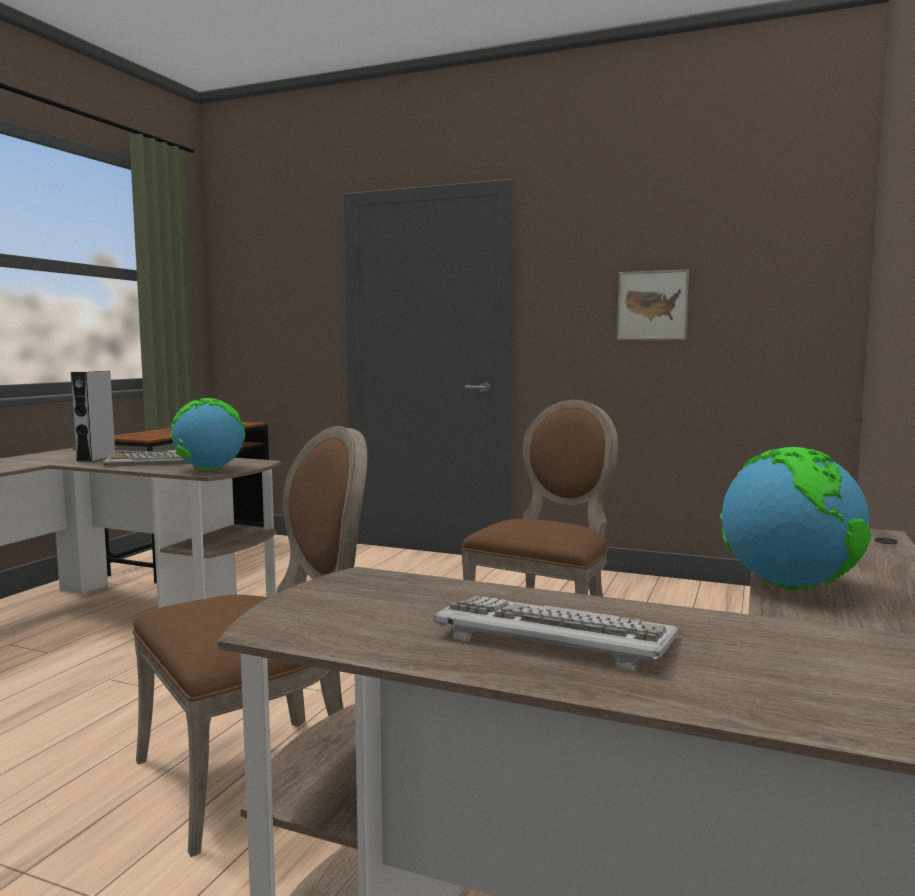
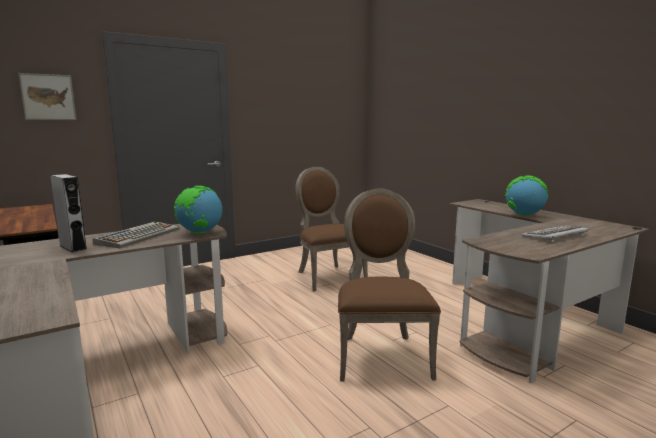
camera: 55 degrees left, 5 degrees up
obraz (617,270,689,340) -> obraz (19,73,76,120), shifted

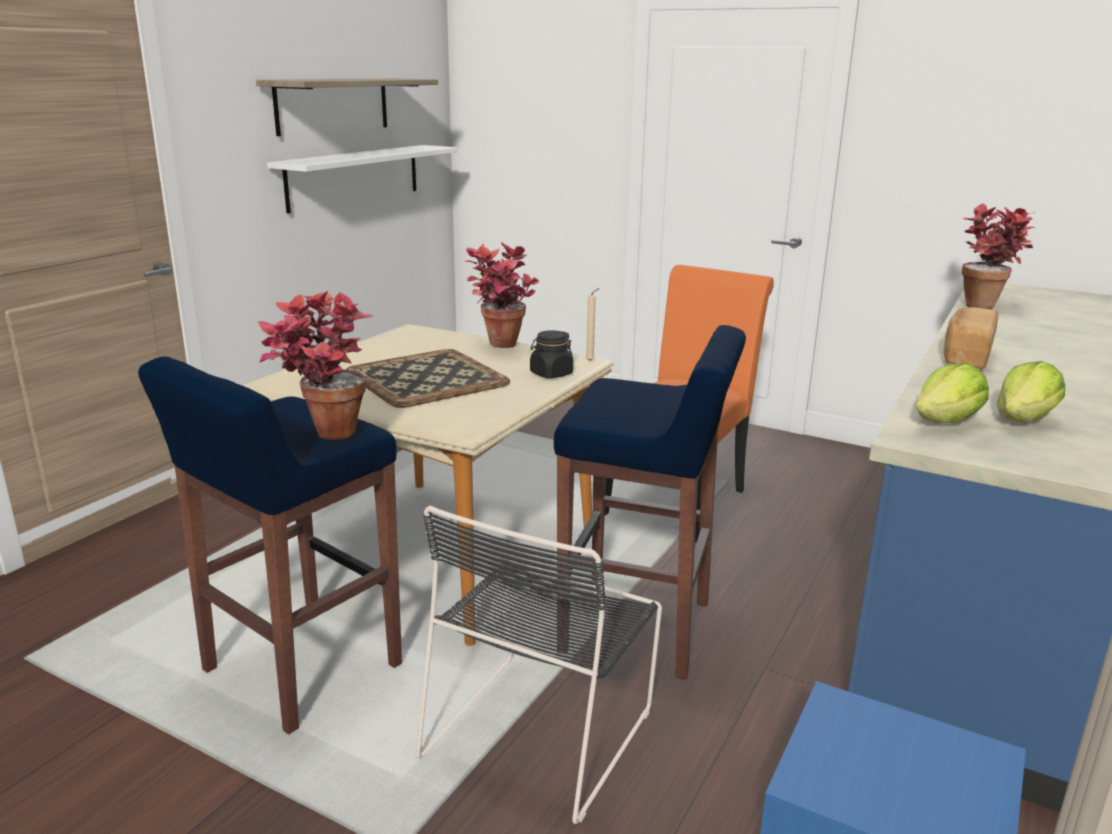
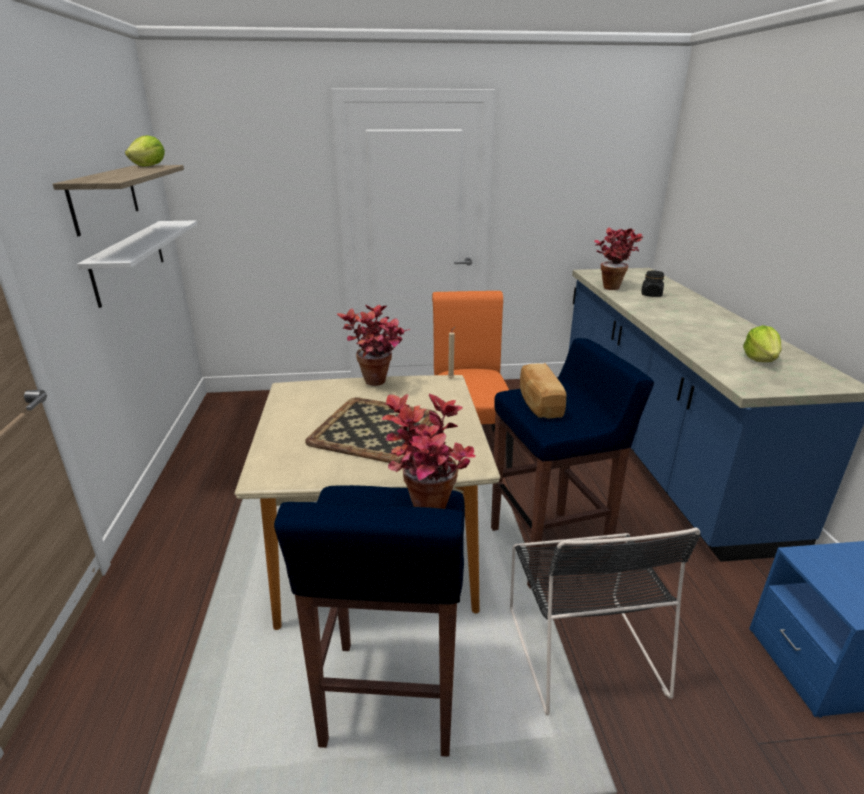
camera: 35 degrees left, 5 degrees up
chleb (944,307,999,371) -> chleb (520,363,566,418), shifted
słoik [czarny] (530,330,573,378) -> słoik [czarny] (642,270,664,297), shifted
sałata (916,363,989,423) -> sałata (125,135,165,166), shifted

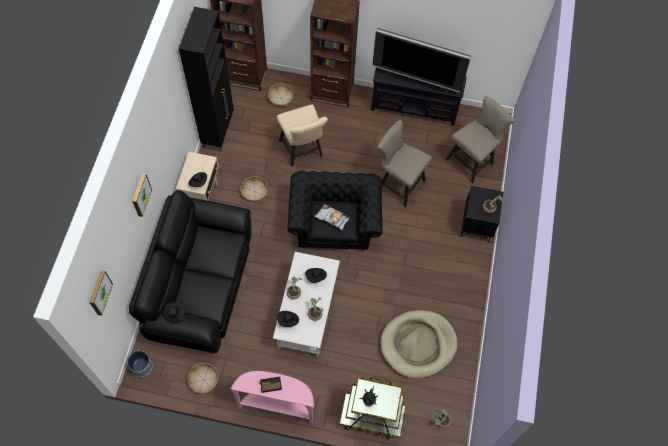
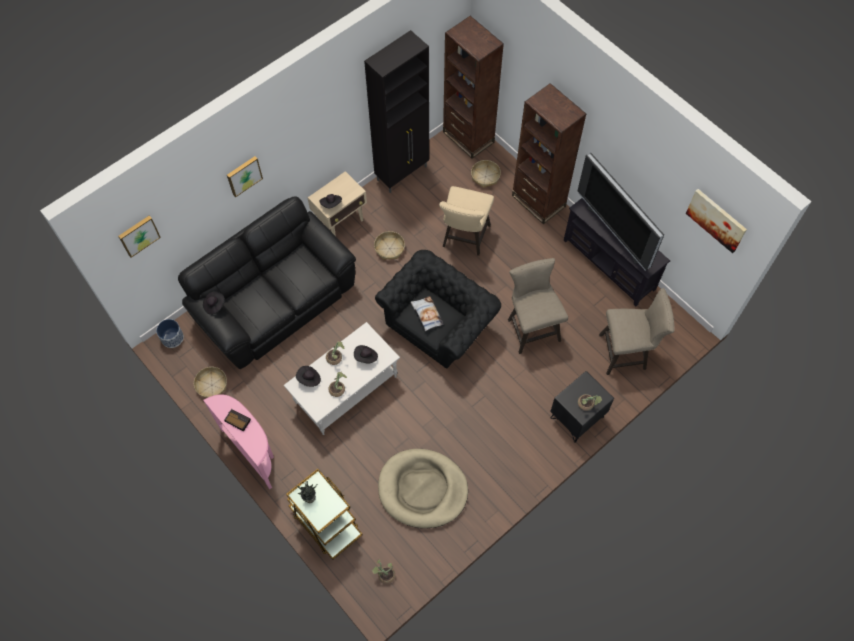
camera: 40 degrees right, 0 degrees up
none -> obraz (686,189,747,253)

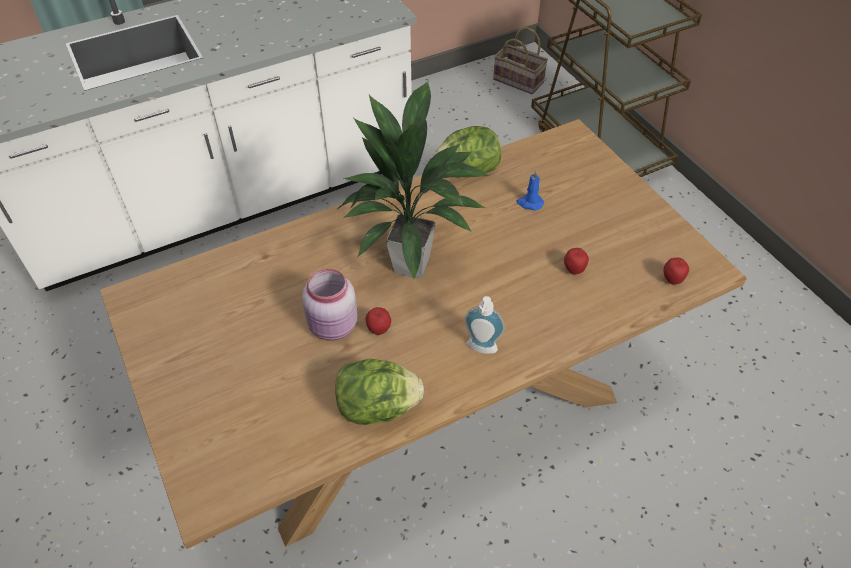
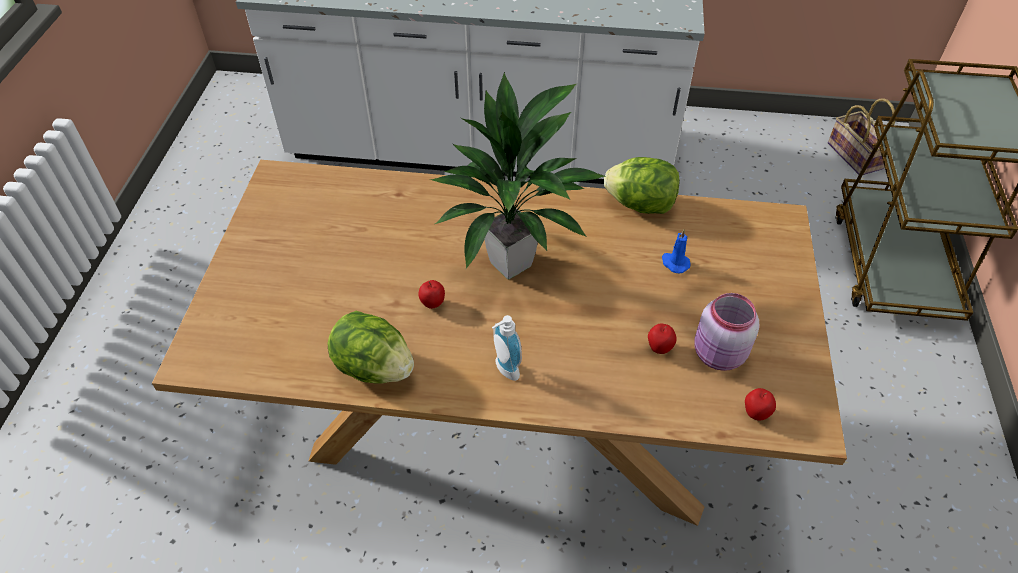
camera: 35 degrees right, 0 degrees up
słoik [różowy] (302,269,358,341) -> słoik [różowy] (694,293,760,371), shifted

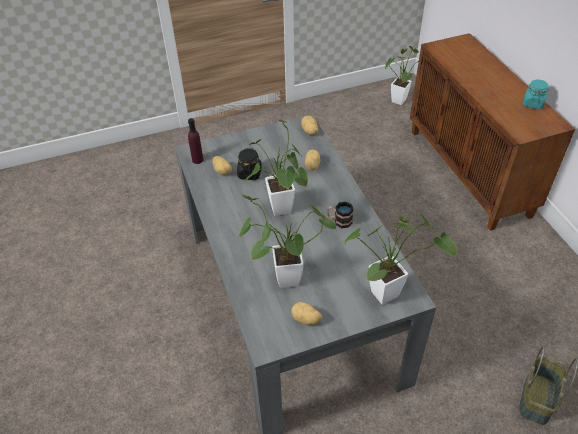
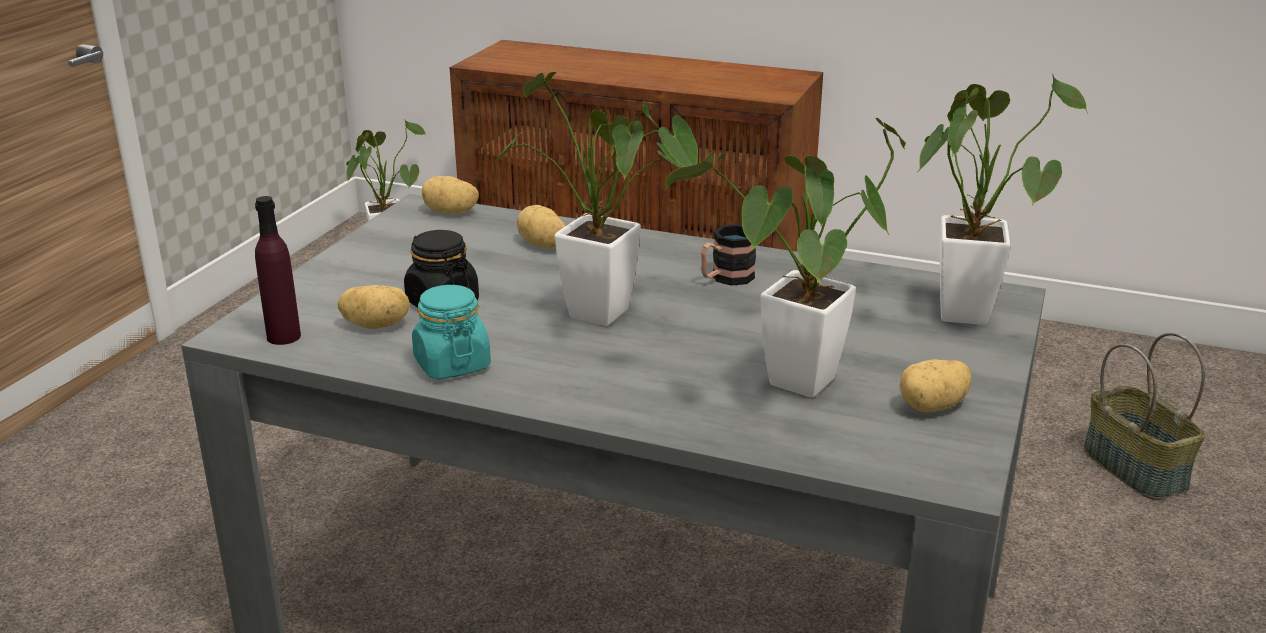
camera: 50 degrees left, 20 degrees down
słoik [turkusowy] (523,79,548,109) -> słoik [turkusowy] (412,285,491,379), shifted

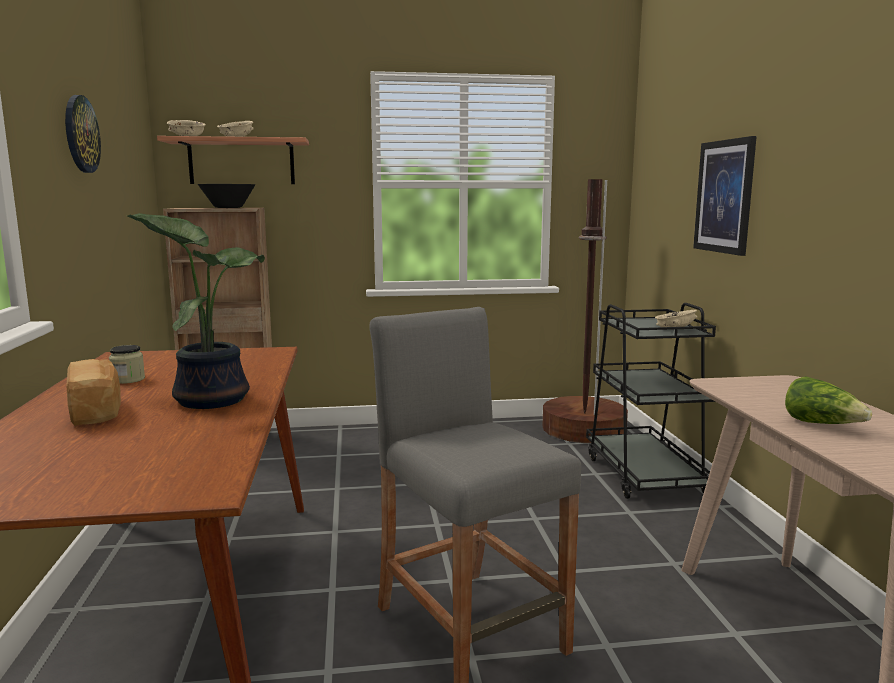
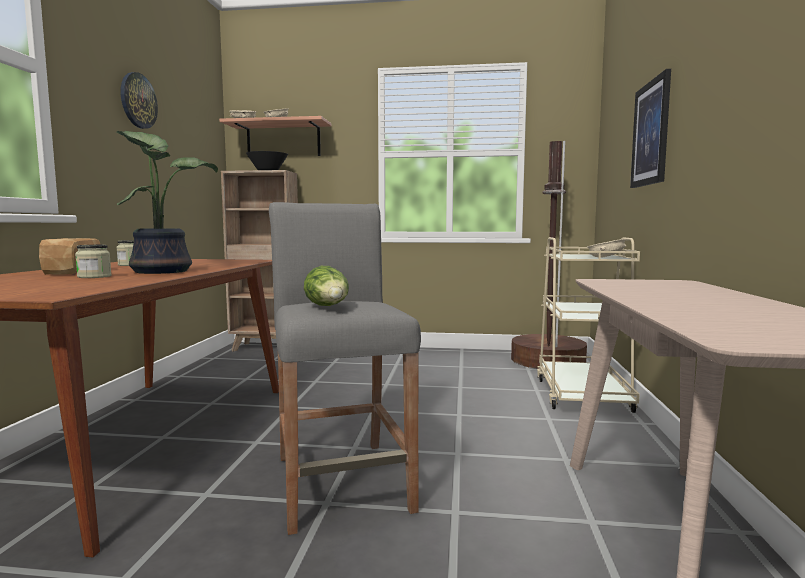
camera: 15 degrees right, 5 degrees down
wózek [czarny] (586,303,716,499) -> wózek [beżowy] (537,237,640,413)
sałata (785,376,872,424) -> sałata (304,266,349,306), shifted
none -> słoik (75,245,112,278)

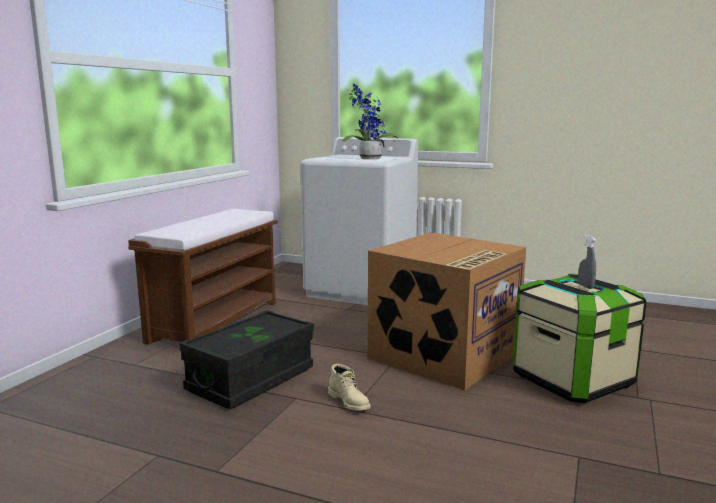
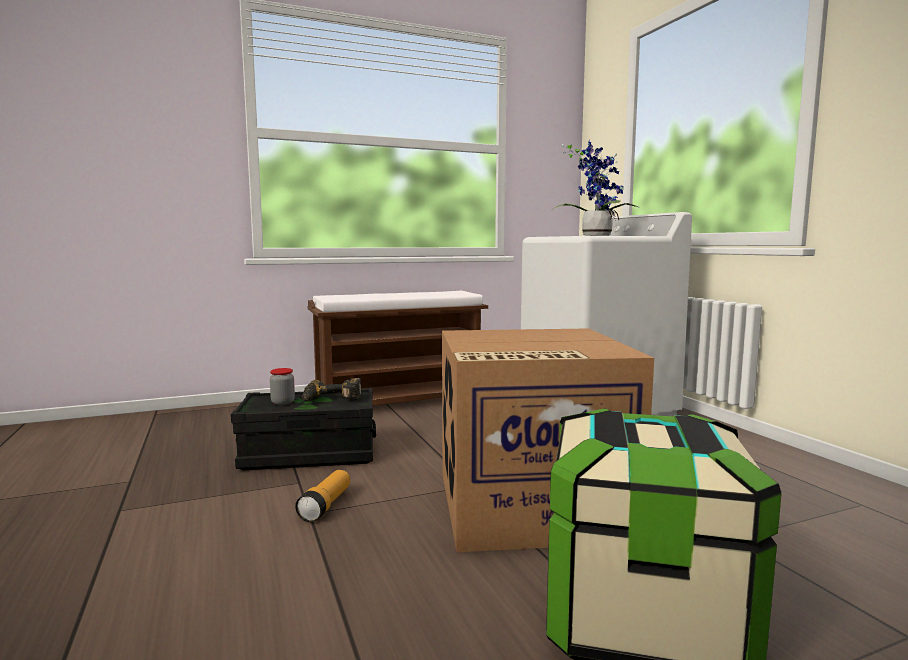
camera: 45 degrees right, 5 degrees down
spryskiwacz [szary] (578,235,596,289) -> none
but z cholewką [beżowy] (328,364,370,411) -> latarka (295,470,350,522)
none -> słoik (270,368,295,405)
none -> wiertarka (302,378,361,401)

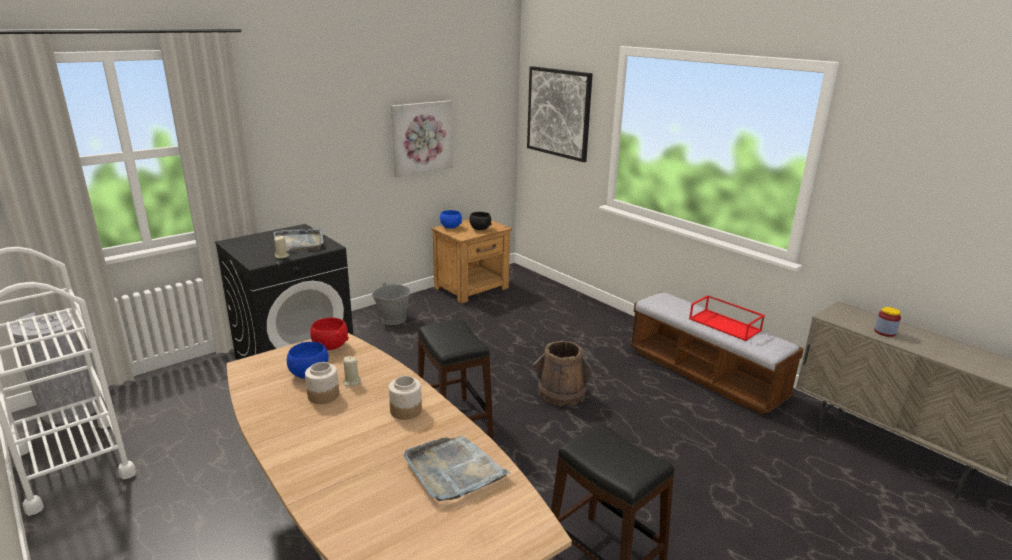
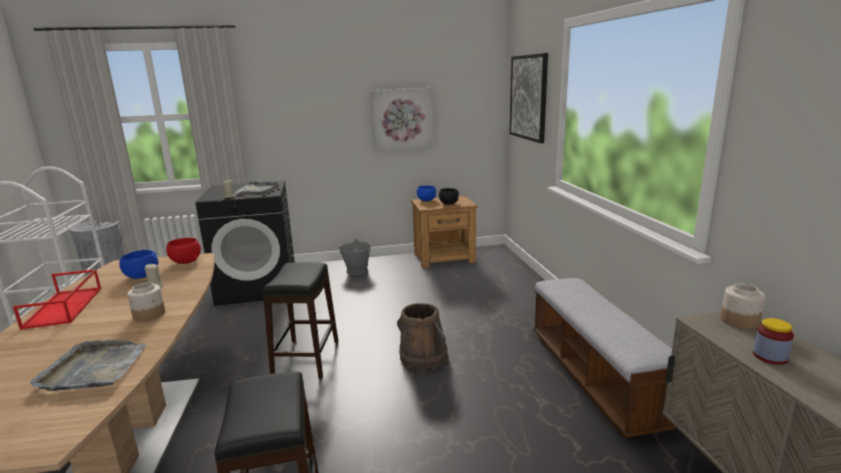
camera: 30 degrees right, 5 degrees down
taca [czerwony] (689,295,765,341) -> taca [czerwony] (13,269,101,330), shifted
słoik (305,362,339,404) -> słoik (721,283,765,329), shifted

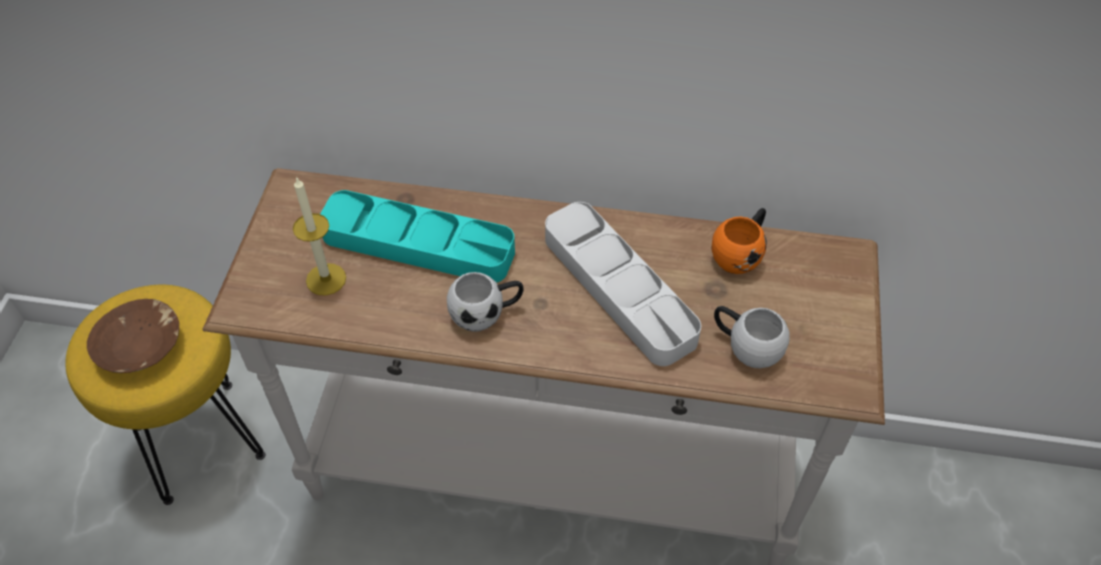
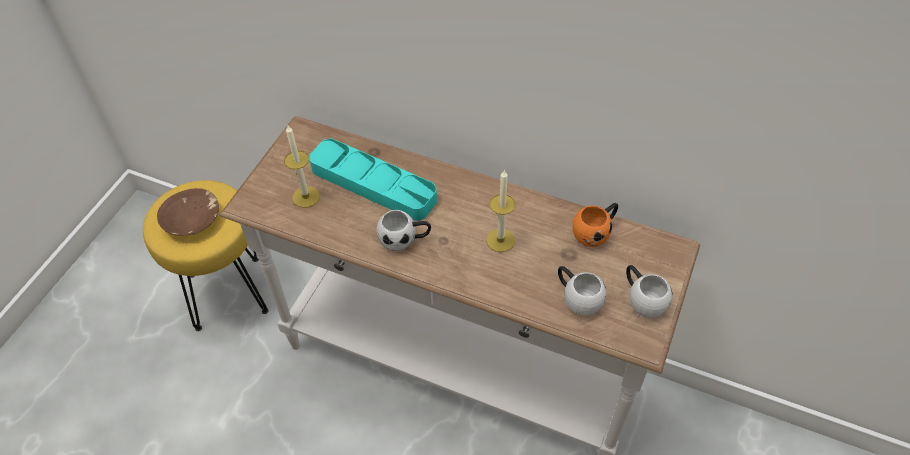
camera: 15 degrees right, 0 degrees up
taca [szary] (545,202,701,366) -> świeca (486,170,516,252)
none -> kubek [biały] (626,265,673,318)

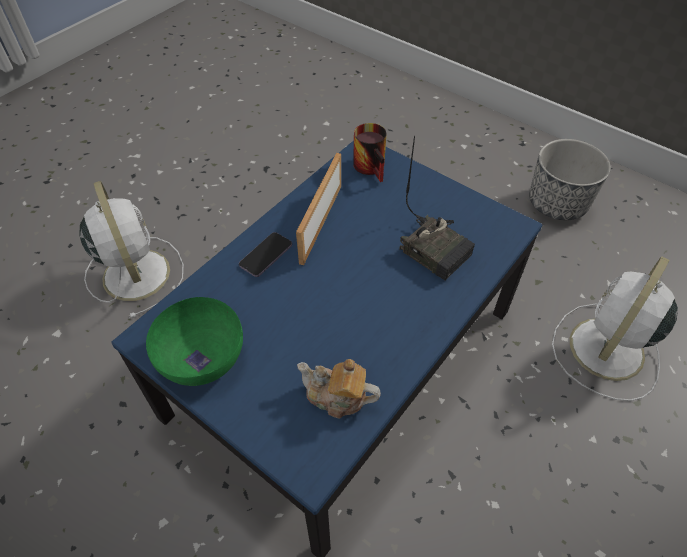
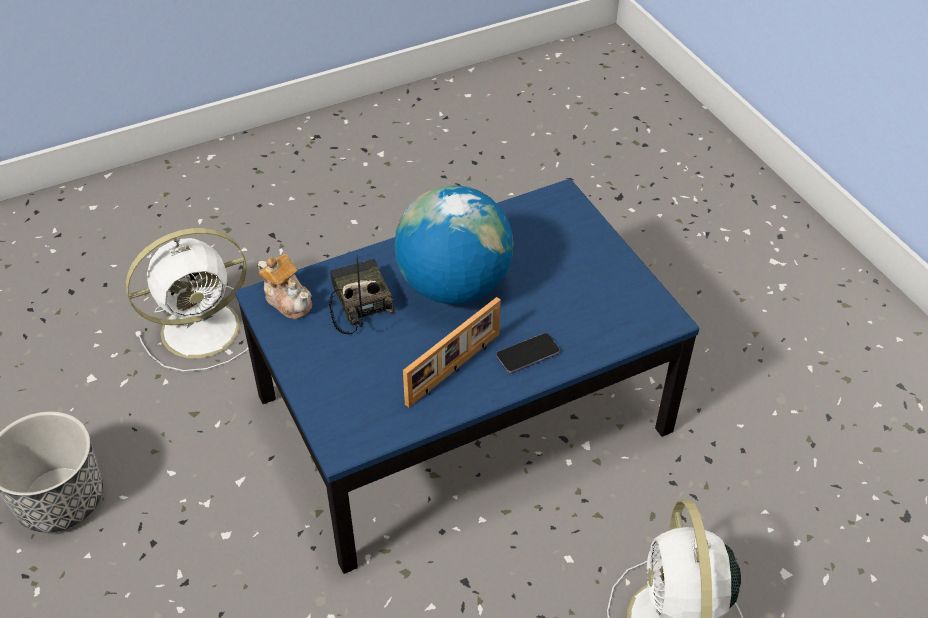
camera: 155 degrees left, 5 degrees down
kubek (353,123,386,182) -> none
miska [zielony] (146,297,243,386) -> none
imbryk (297,359,381,419) -> imbryk (258,254,312,319), shifted
none -> globus (394,185,513,304)

